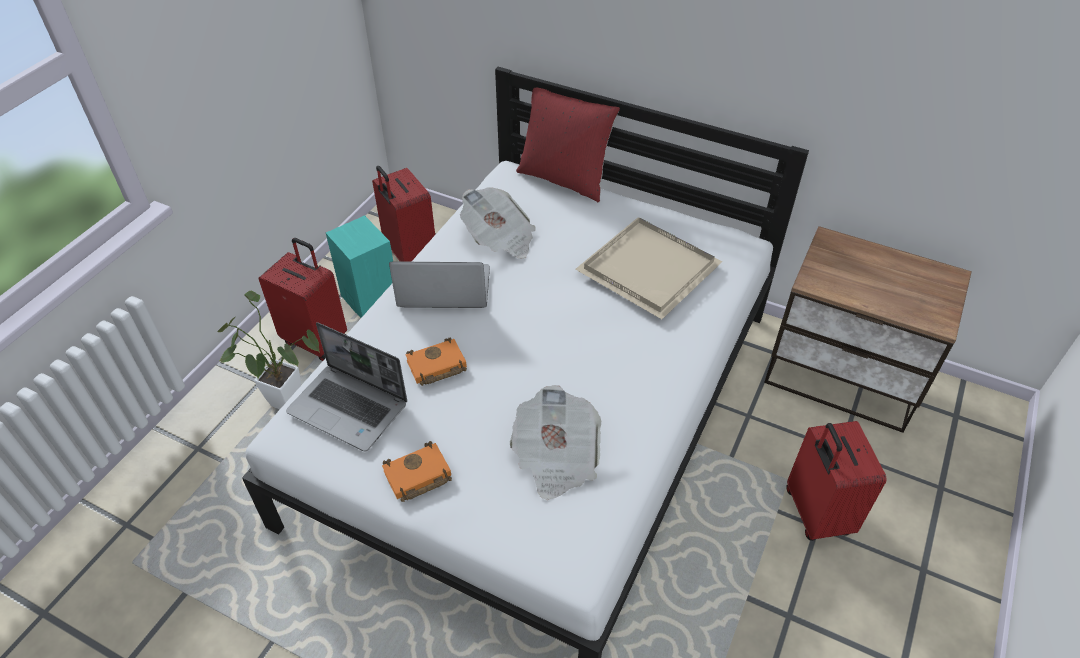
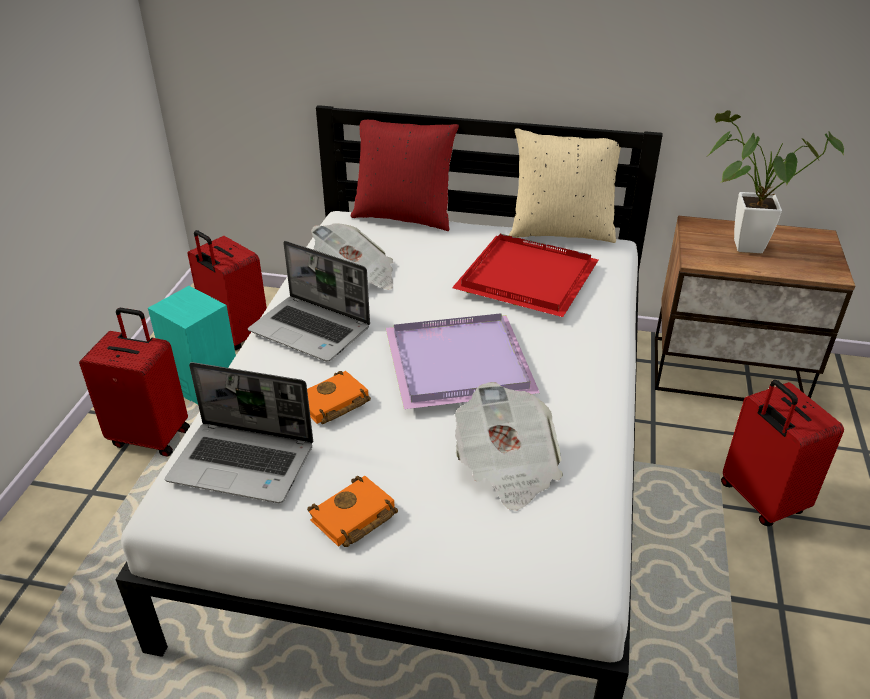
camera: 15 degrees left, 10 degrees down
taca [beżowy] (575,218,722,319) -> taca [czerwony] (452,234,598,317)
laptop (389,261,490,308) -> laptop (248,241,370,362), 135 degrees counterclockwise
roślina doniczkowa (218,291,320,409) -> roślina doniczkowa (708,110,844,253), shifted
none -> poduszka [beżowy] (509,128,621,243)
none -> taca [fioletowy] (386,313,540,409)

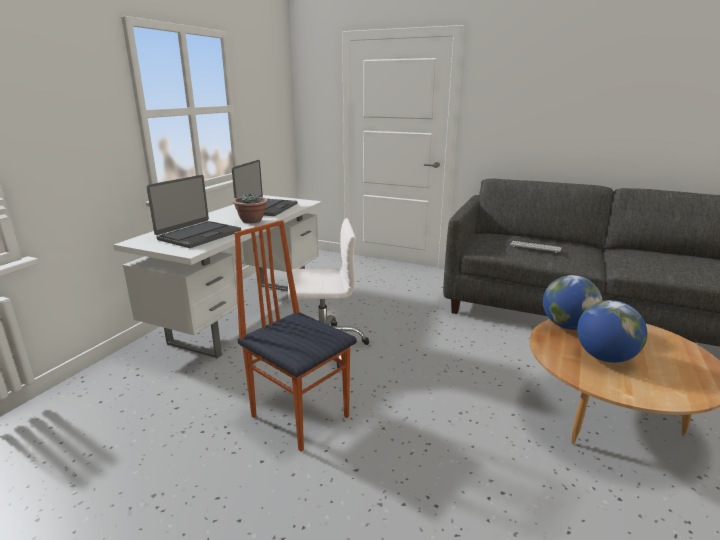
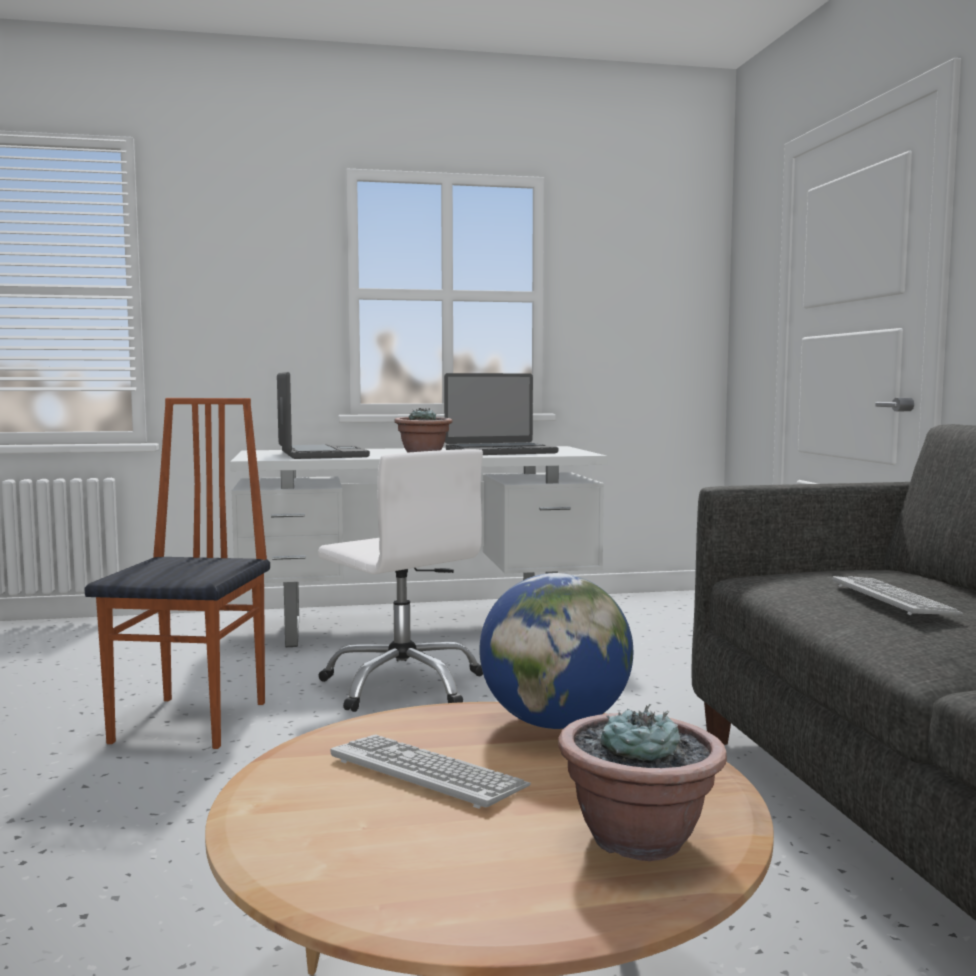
camera: 55 degrees right, 15 degrees down
laptop (147,175,241,248) -> laptop (277,372,370,459), 105 degrees counterclockwise
globus (577,300,647,363) -> klawiatura (330,734,531,809)
none -> roślina doniczkowa (558,704,727,861)

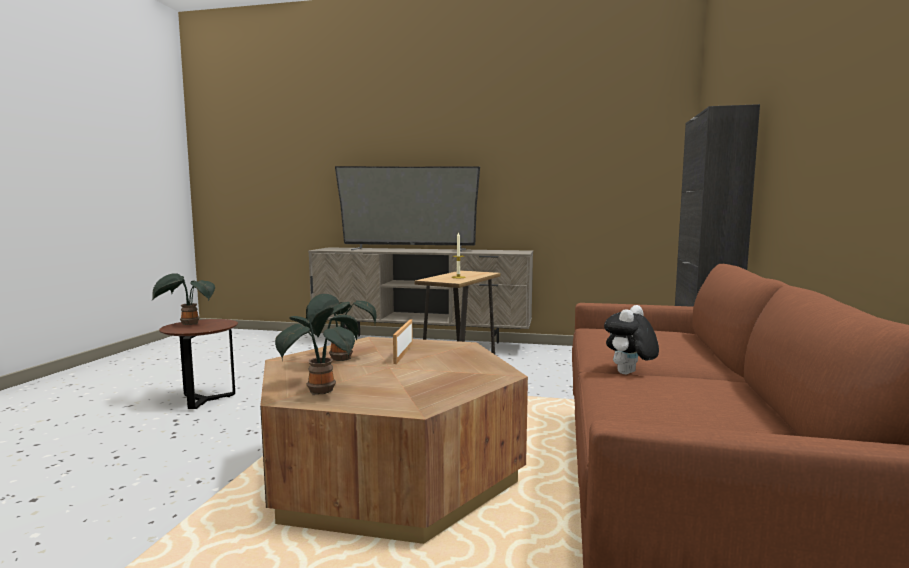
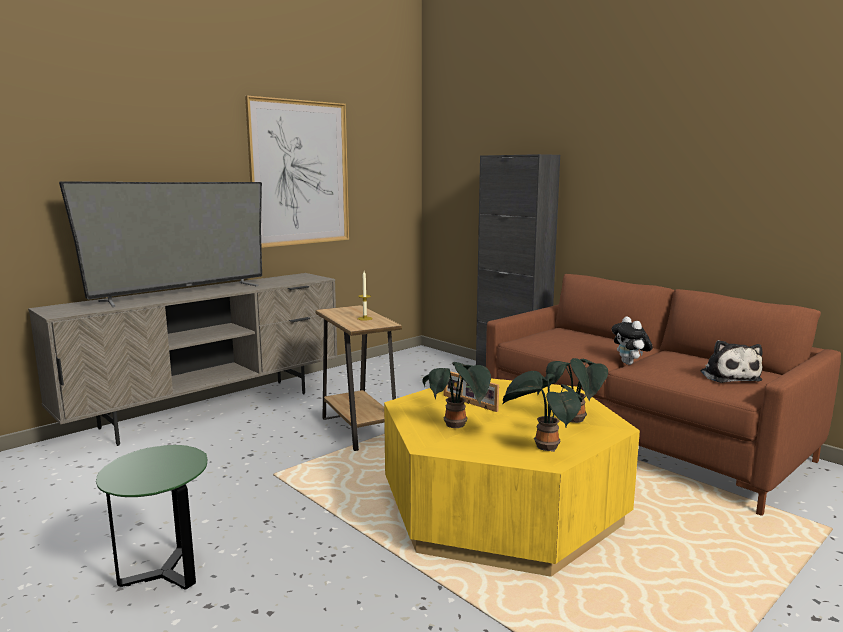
camera: 55 degrees left, 5 degrees up
roślina doniczkowa (152,273,215,325) -> roślina doniczkowa (546,358,608,423), shifted
stolik [brązowy] (159,319,238,409) -> stolik [zielony] (96,445,207,590)
ława [brązowy] (260,337,528,544) -> ława [żółty] (384,379,640,577)
none -> obraz (245,96,349,248)
none -> pluszak (701,340,763,383)

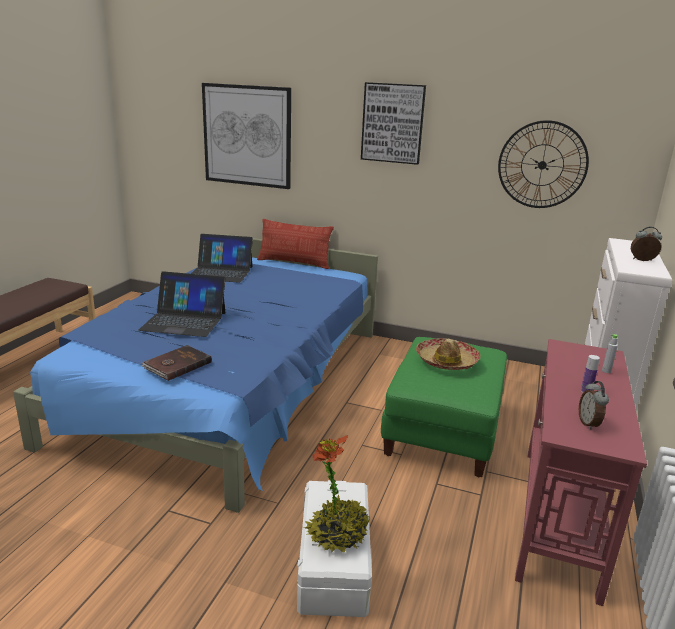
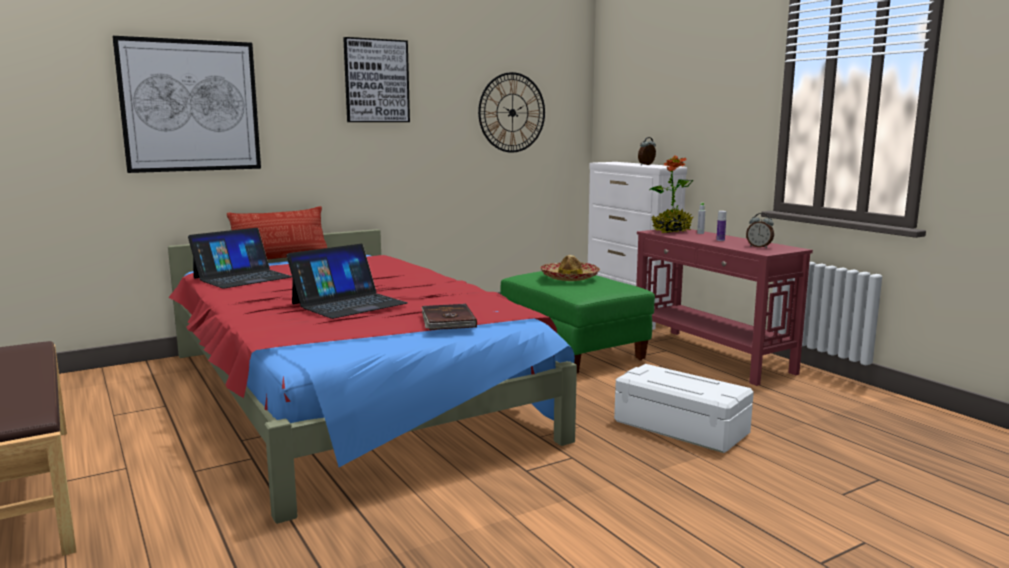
camera: 50 degrees left, 10 degrees down
łóżko [niebieski] (13,234,378,513) -> łóżko [czerwony] (168,229,577,524)
roślina doniczkowa (304,435,369,553) -> roślina doniczkowa (650,155,693,233), shifted

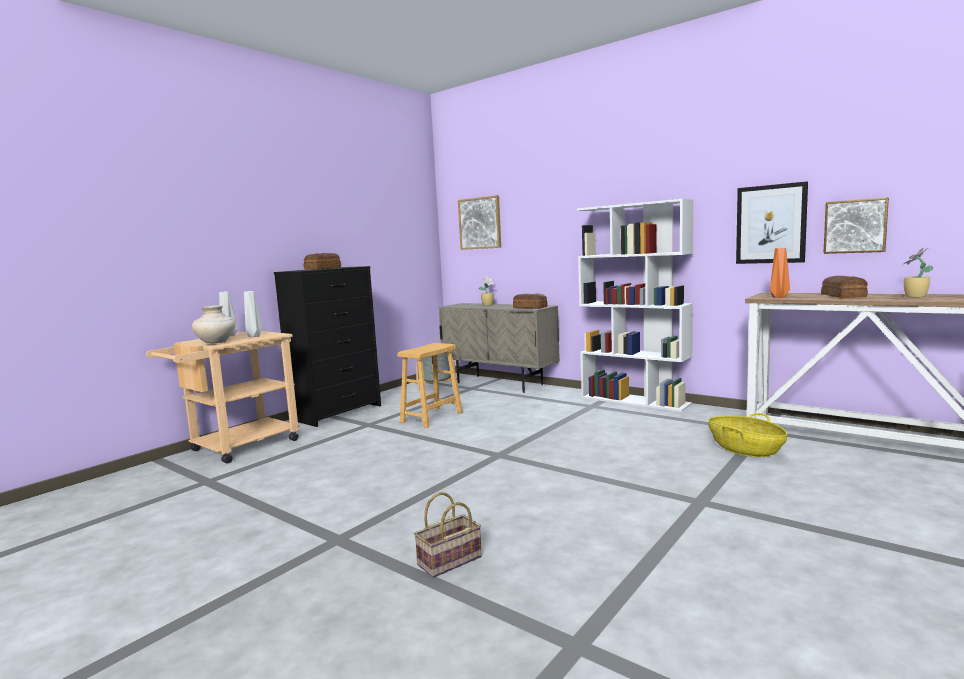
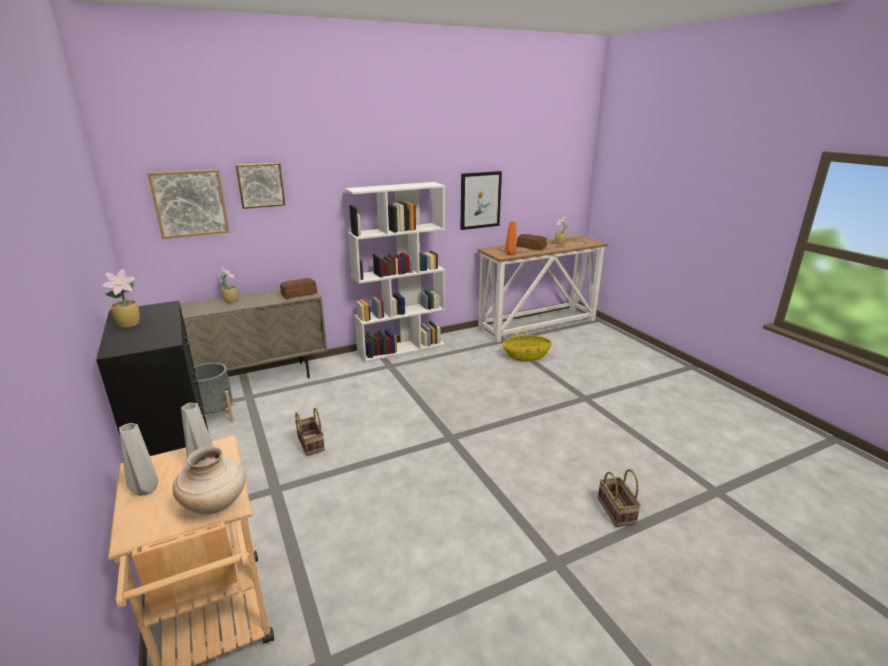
camera: 65 degrees left, 15 degrees up
obraz (823,197,889,254) -> obraz (236,163,285,209), shifted
chleb (304,253,341,269) -> roślina doniczkowa (102,269,140,328)
stołek [brązowy] (397,343,463,428) -> koszyk (295,408,325,456)

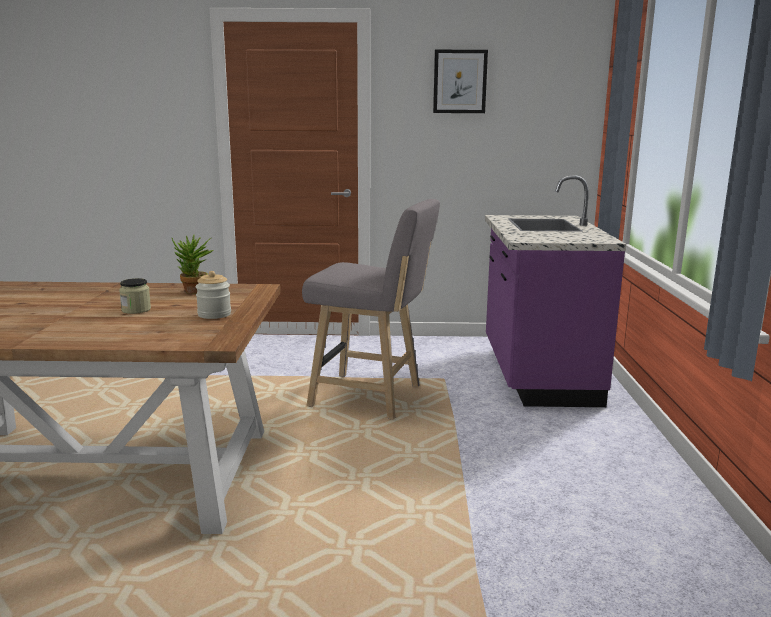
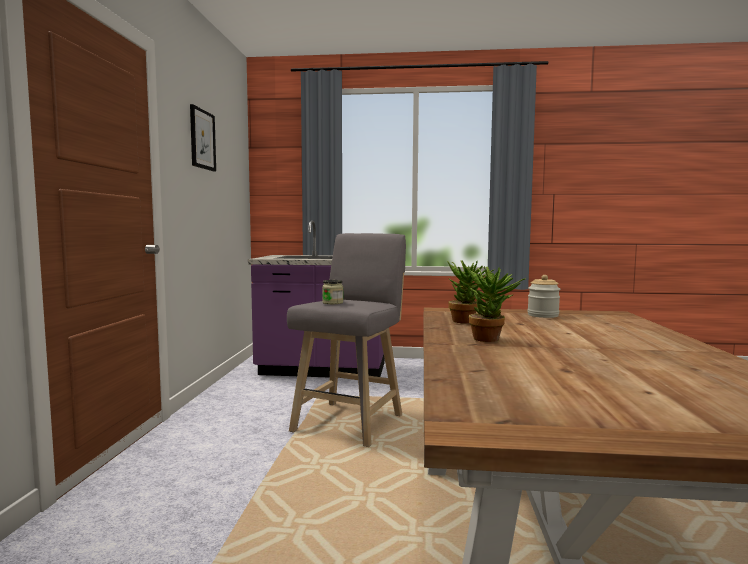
camera: 85 degrees left, 10 degrees down
słoik (119,278,151,314) -> słoik (322,280,343,304), shifted
none -> roślina doniczkowa (467,266,526,342)

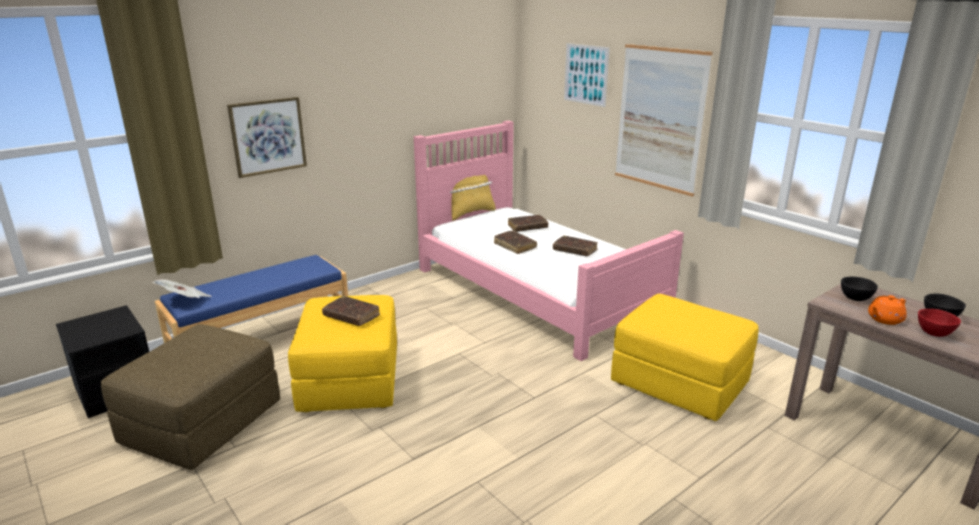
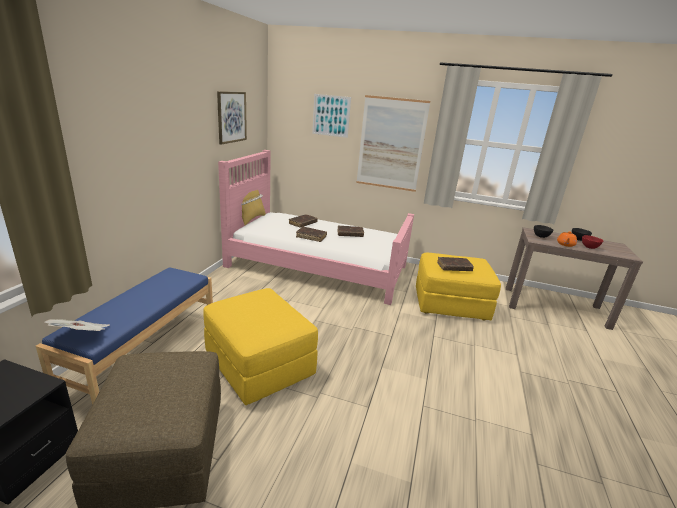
camera: 35 degrees left, 0 degrees up
obraz (227,97,307,178) -> obraz (217,91,247,144), shifted
książka [brązowy] (322,296,380,326) -> książka [brązowy] (437,257,474,271), shifted

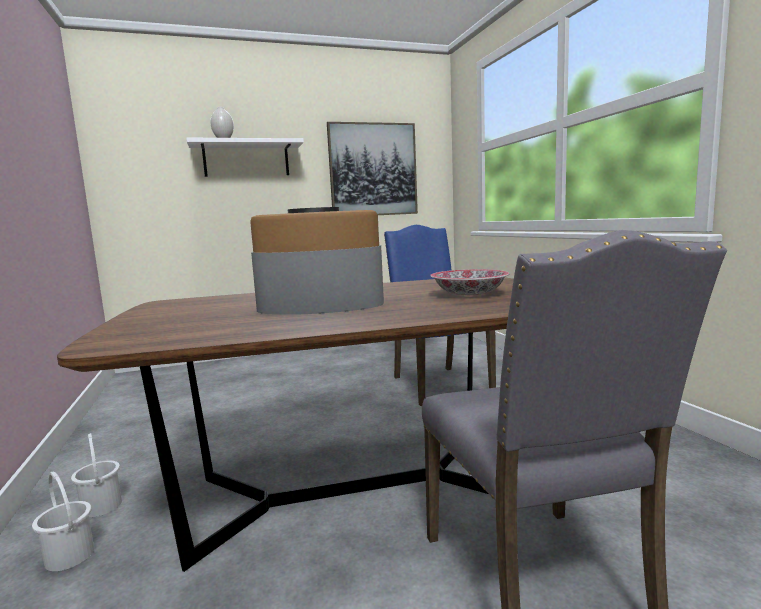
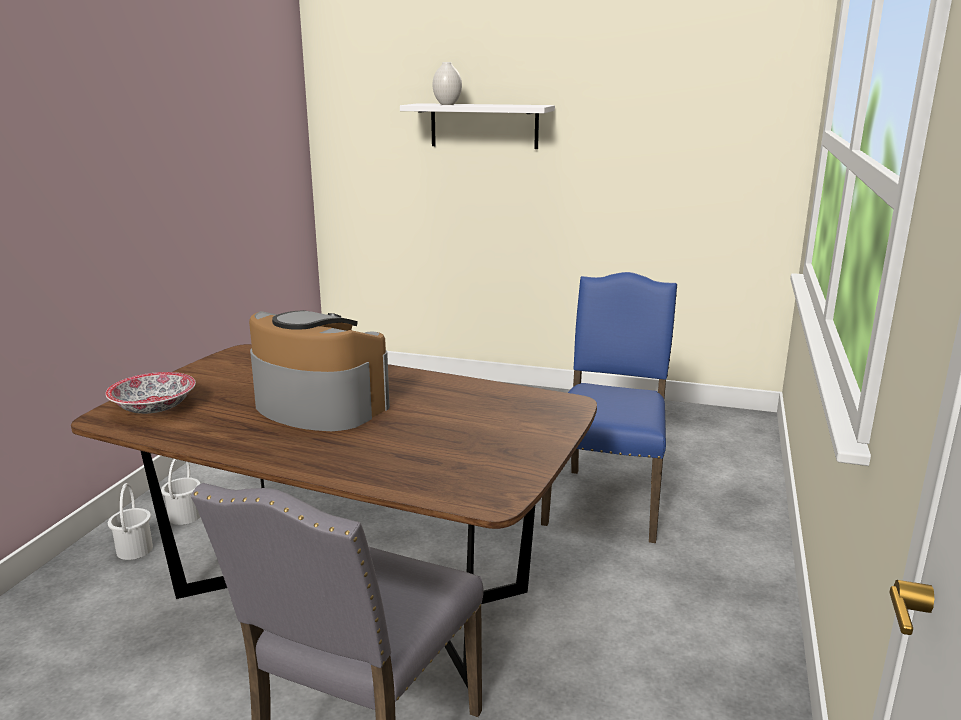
camera: 35 degrees right, 10 degrees up
obraz (327,122,418,215) -> none
miska (430,269,510,295) -> miska (105,372,196,414), shifted

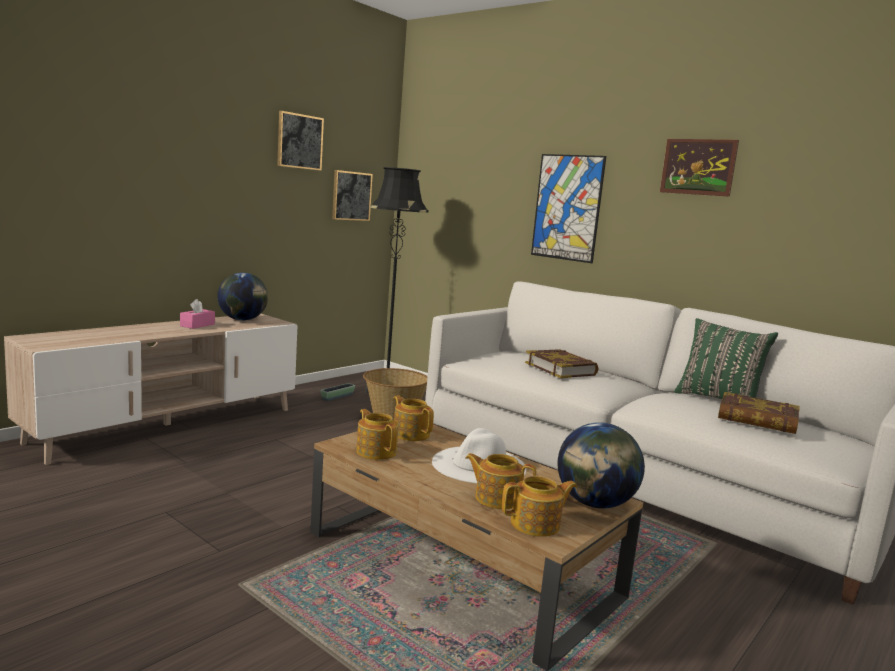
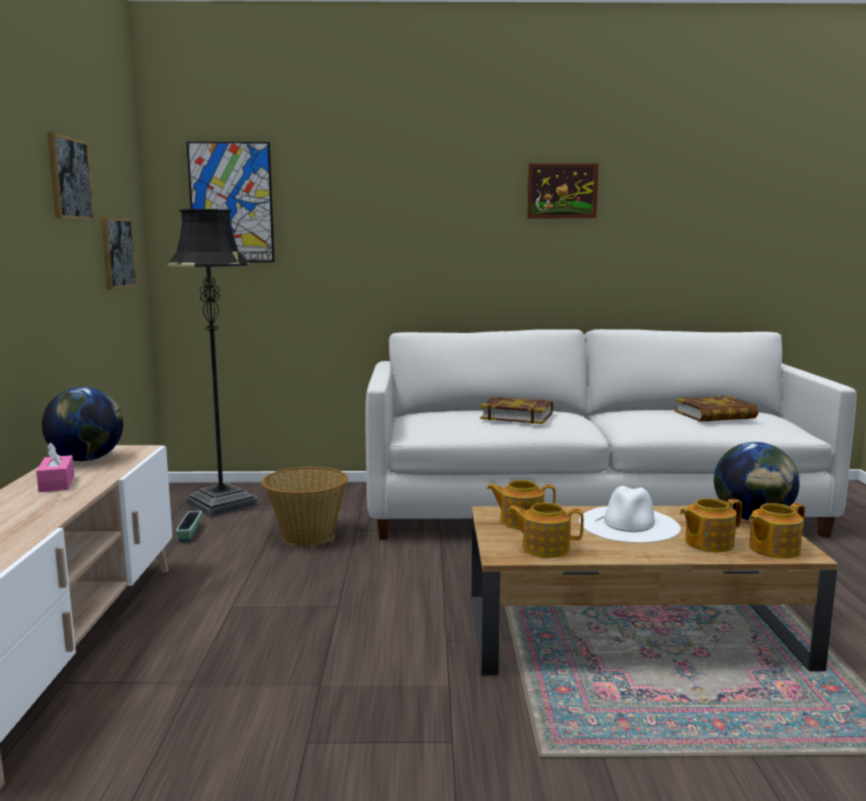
camera: 40 degrees left, 0 degrees up
obraz (531,154,606,263) -> obraz (187,142,275,262), shifted
poduszka [zielony] (674,318,778,399) -> none
imbryk (502,476,577,537) -> imbryk (749,503,805,559), 150 degrees counterclockwise

